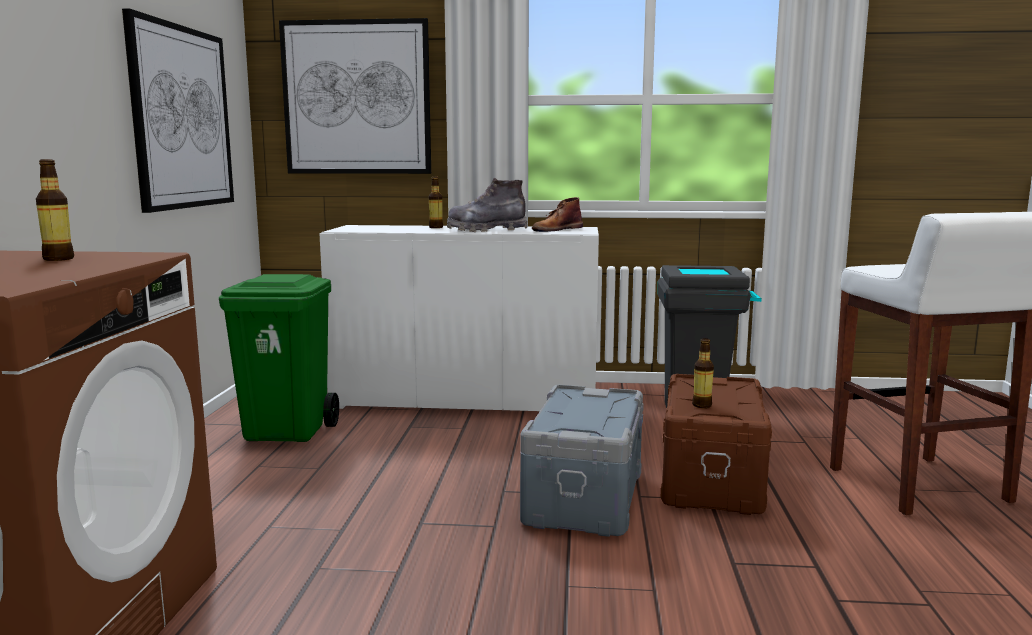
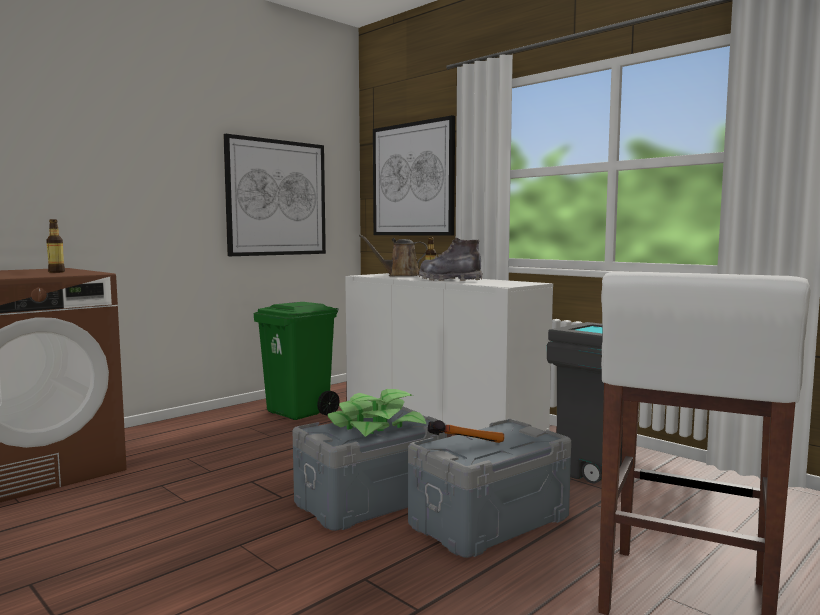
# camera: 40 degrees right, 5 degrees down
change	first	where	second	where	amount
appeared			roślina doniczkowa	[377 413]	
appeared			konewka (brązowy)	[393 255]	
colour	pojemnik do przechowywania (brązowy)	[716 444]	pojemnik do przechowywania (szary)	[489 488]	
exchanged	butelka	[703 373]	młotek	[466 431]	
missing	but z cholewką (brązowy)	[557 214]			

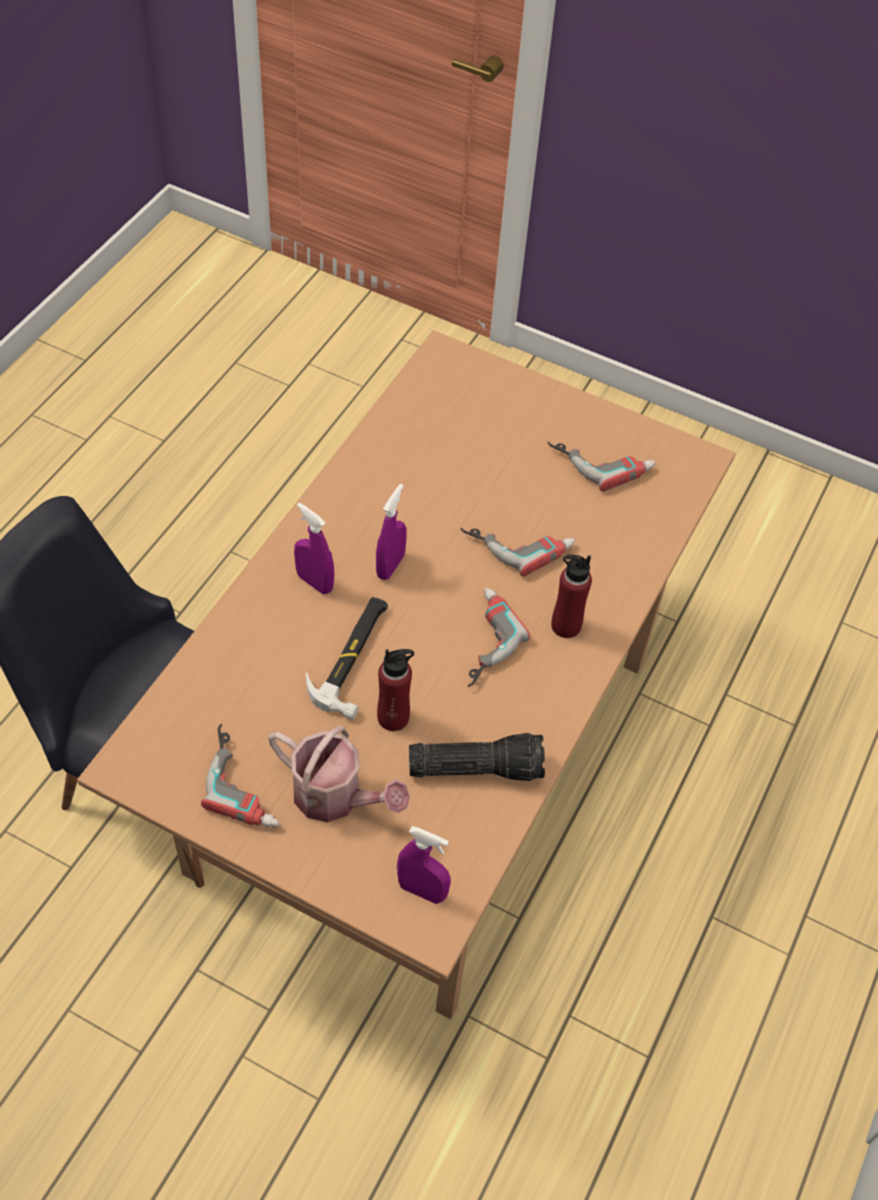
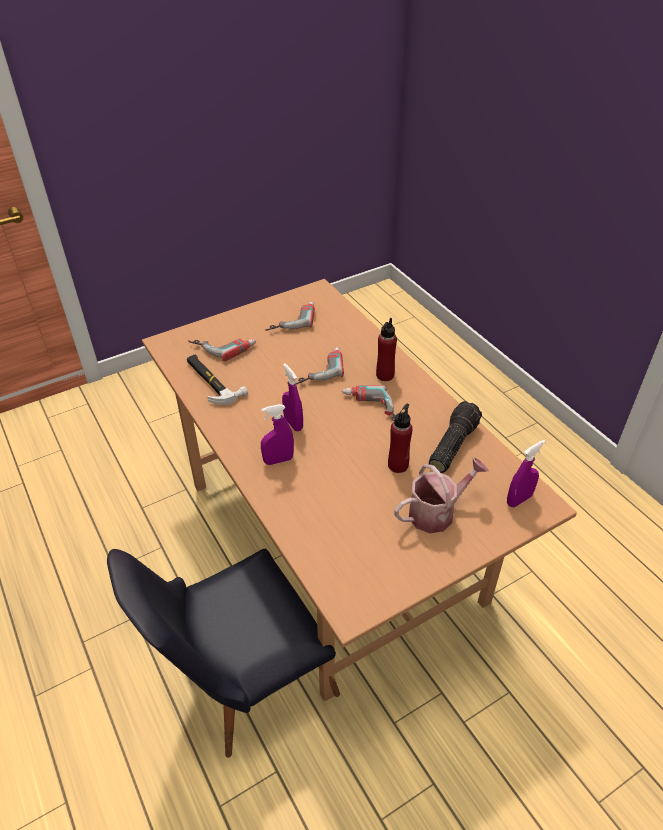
# camera: 55 degrees left, 10 degrees down
change	first	where	second	where	amount
relocated	młotek	[347 658]		[217 379]	
relocated	wiertarka	[240 776]		[222 350]	

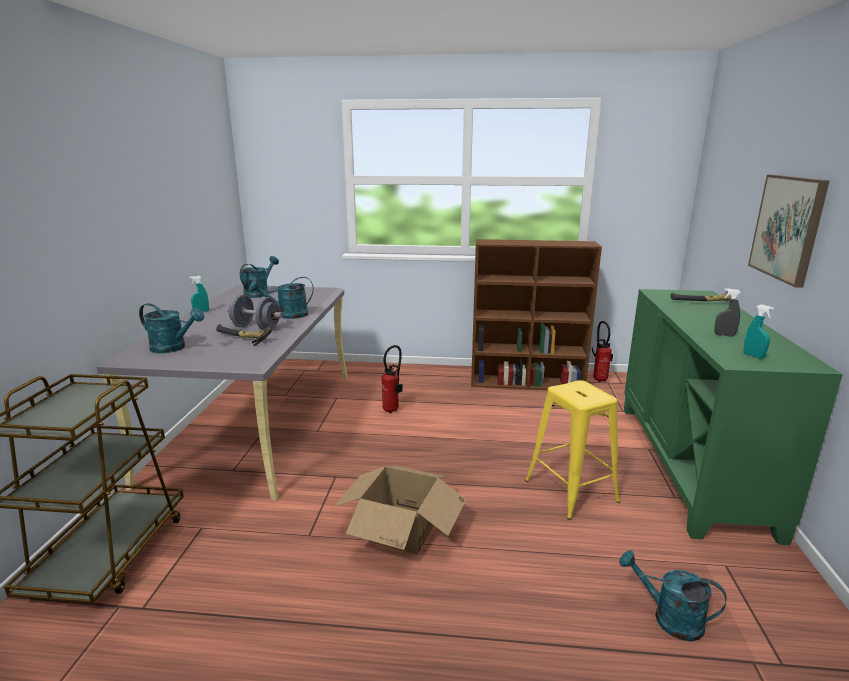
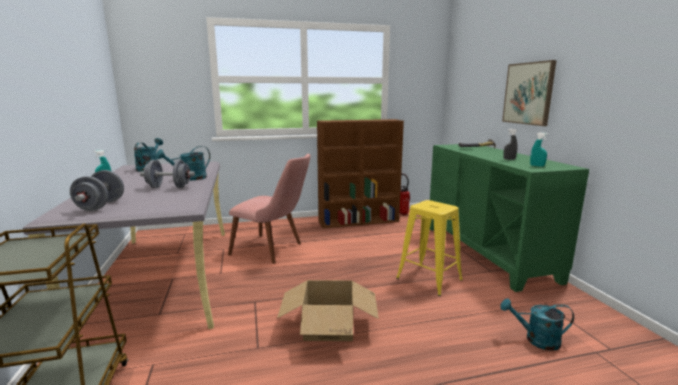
# camera: 20 degrees left, 5 degrees down
change	first	where	second	where	amount
exchanged	konewka (turkusowy)	[171 328]	hantel (szary)	[97 190]	
exchanged	gaśnica	[392 379]	krzesło (różowy)	[269 209]	
missing	młotek	[244 335]			

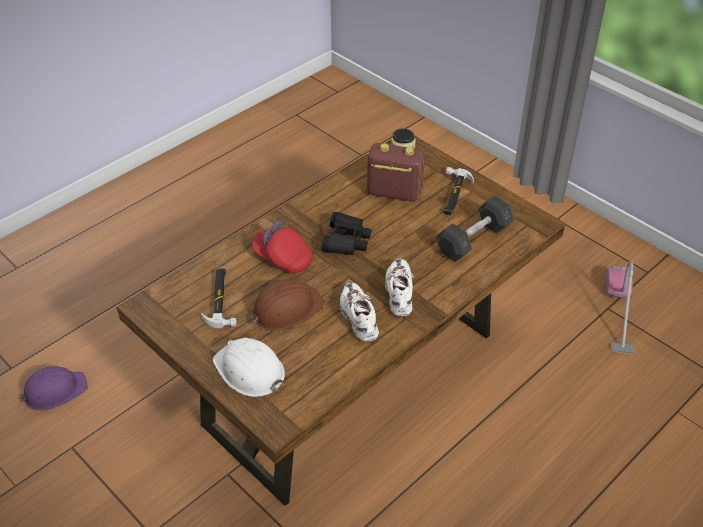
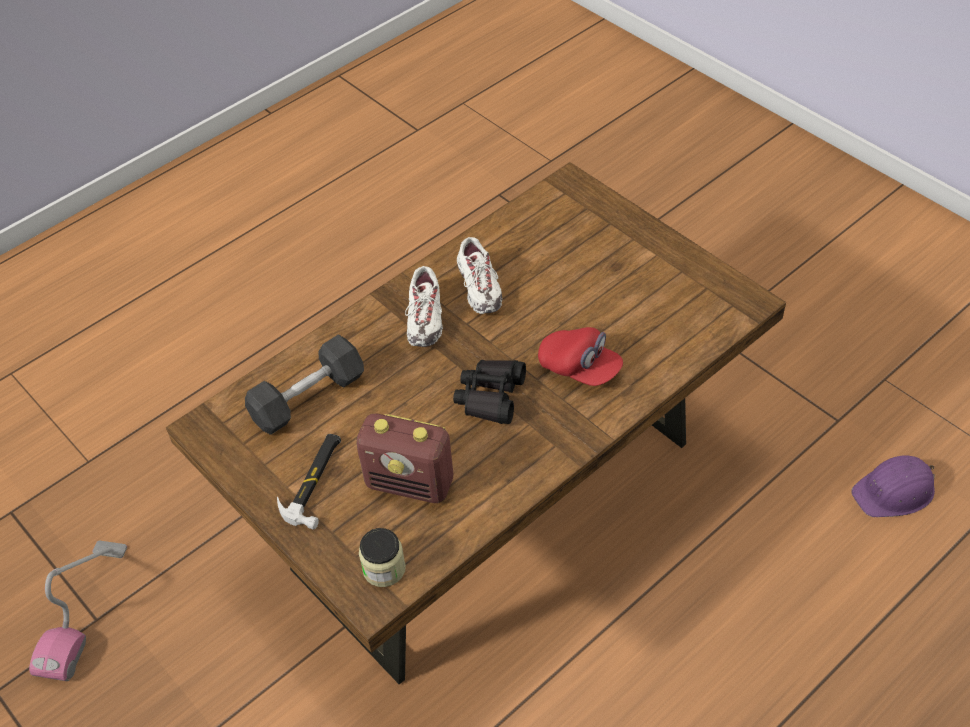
# camera: 175 degrees left, 5 degrees up
change	first	where	second	where	amount
missing	młotek	[219 298]			
missing	kask (biały)	[249 367]			
missing	kask (brązowy)	[287 305]			

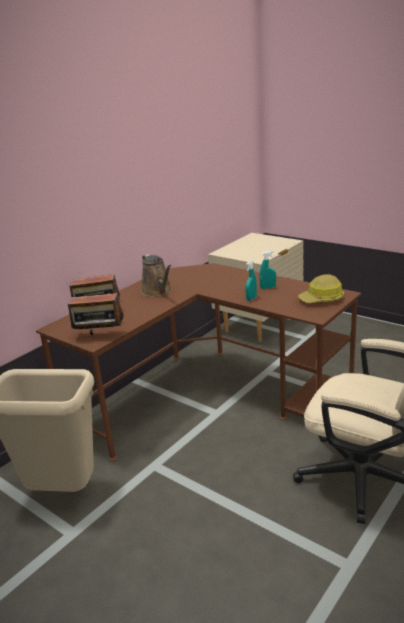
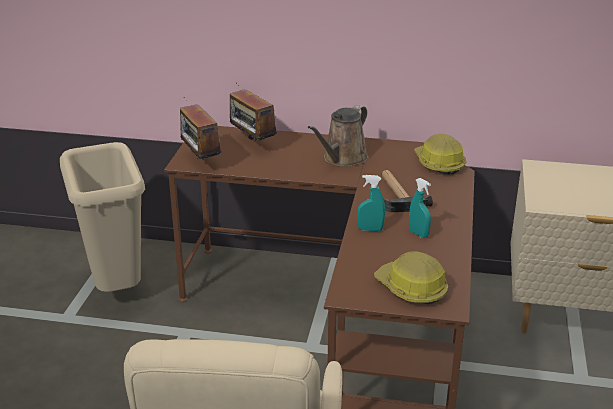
# camera: 60 degrees right, 5 degrees up
change	first	where	second	where	amount
appeared			młotek	[407 191]	
appeared			kask	[440 154]	

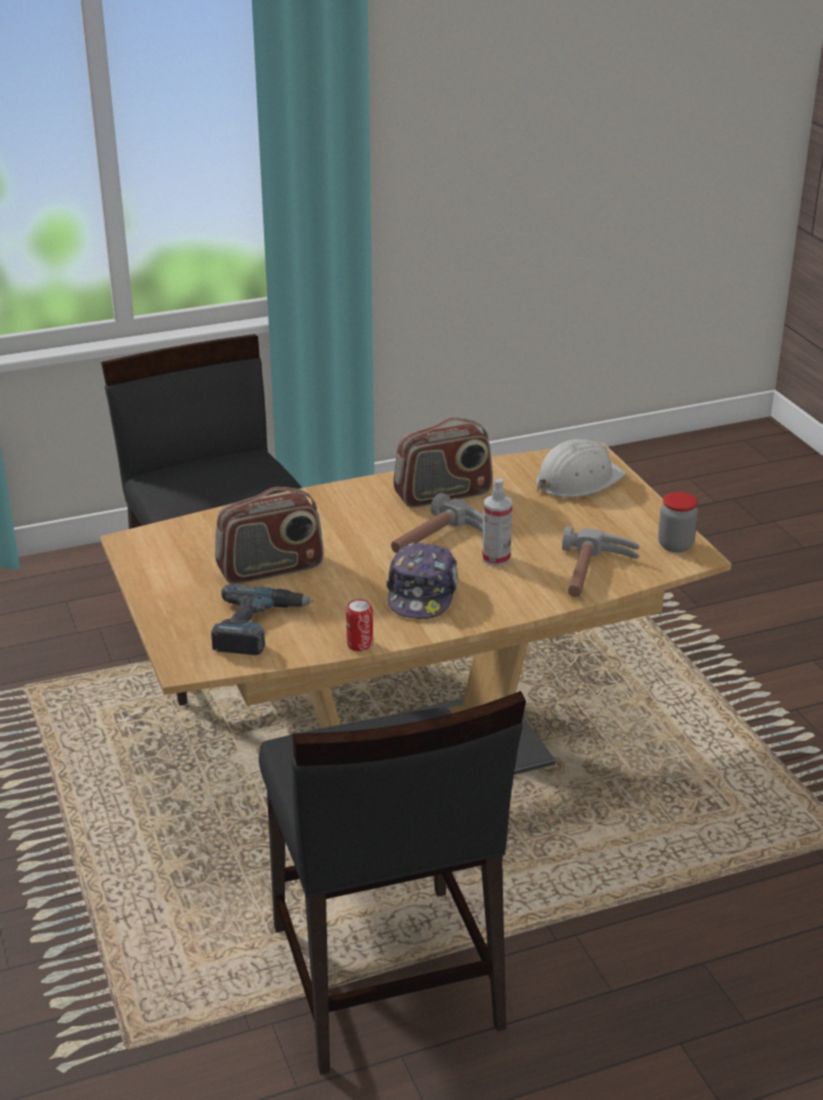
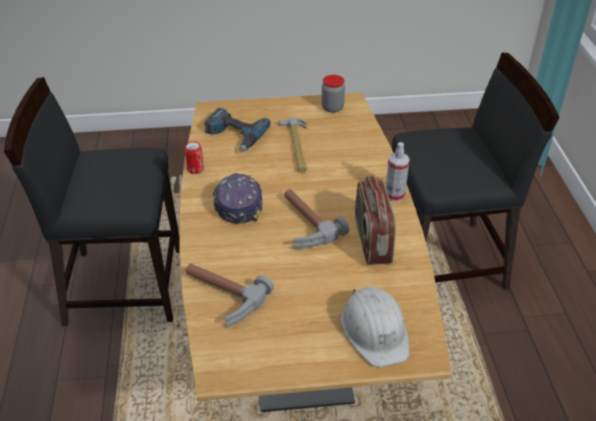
# camera: 105 degrees right, 10 degrees up
change	first	where	second	where	amount
spun	czapka z daszkiem	[422 580]		[238 198]	60 degrees clockwise
exchanged	radio	[269 535]	młotek	[293 145]	
relocated	słoik	[678 522]		[333 94]	
relocated	spryskiwacz	[497 522]		[398 172]	

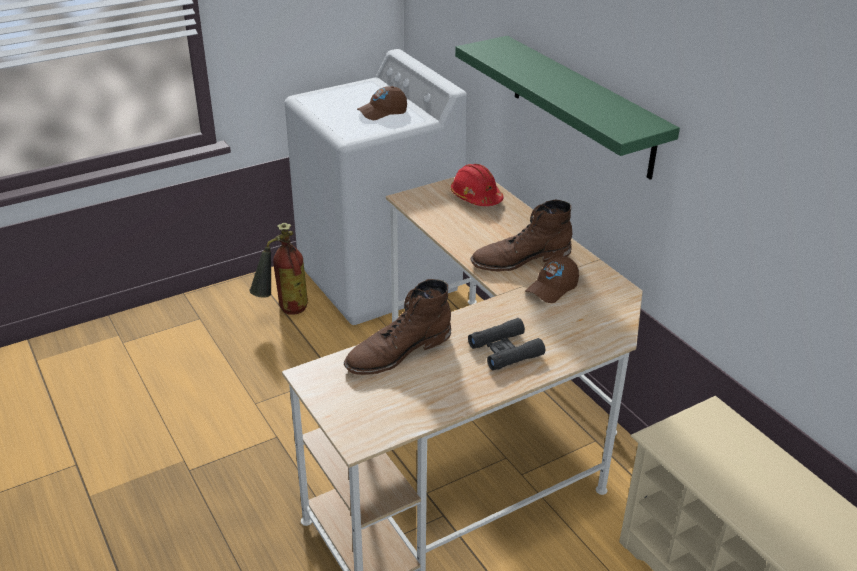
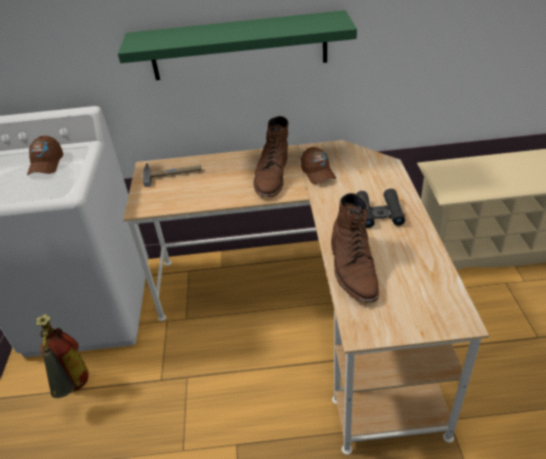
# camera: 60 degrees left, 5 degrees up
change	first	where	second	where	amount
exchanged	kask (czerwony)	[477 185]	młotek	[172 175]	

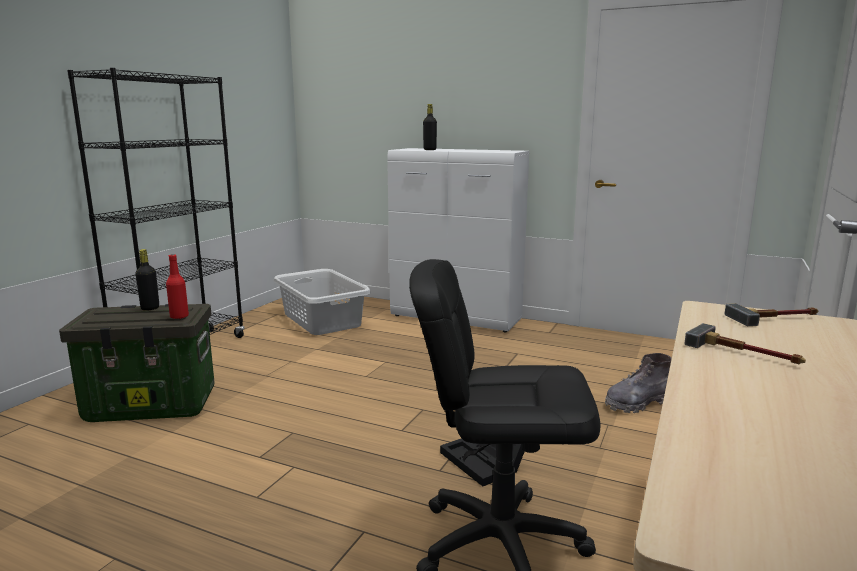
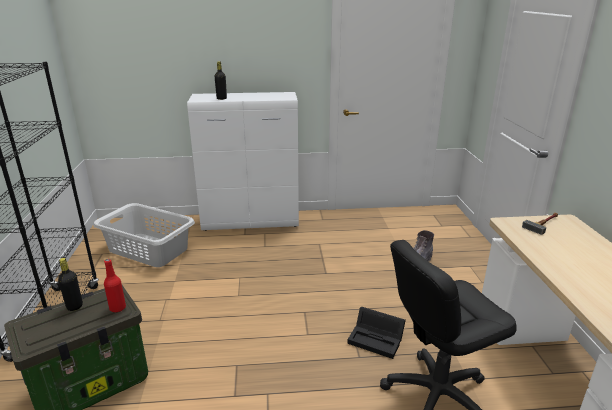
# camera: 30 degrees left, 10 degrees up
change	first	where	second	where	amount
missing	młotek	[745 343]			

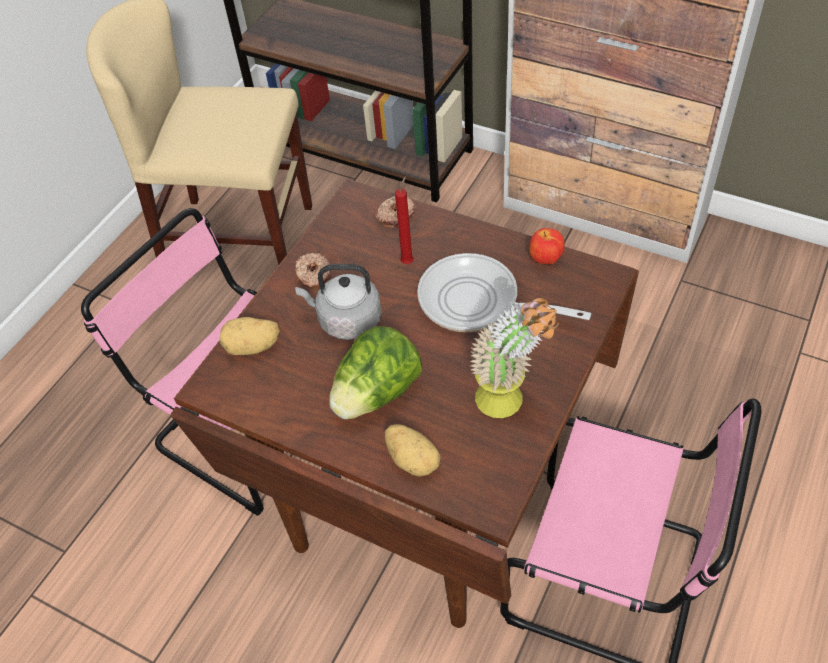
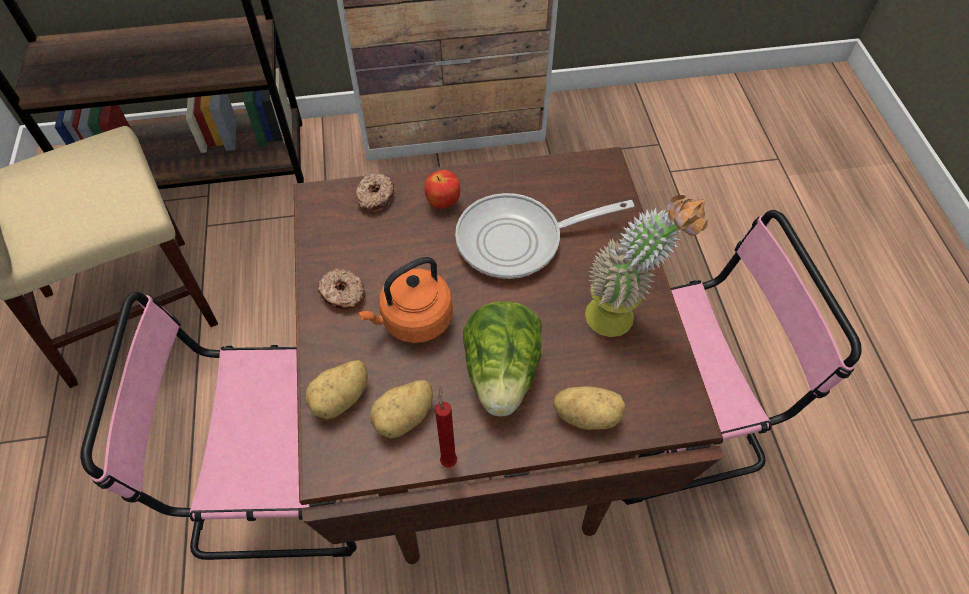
# camera: 40 degrees left, 5 degrees up
change	first	where	second	where	amount
colour	czajnik (szary)	[338 302]	czajnik (pomarańczowy)	[405 300]	
appeared			ziemniak	[401 409]	
relocated	jabłko	[547 246]		[442 189]	
relocated	świeca (czerwony)	[404 220]		[446 427]	

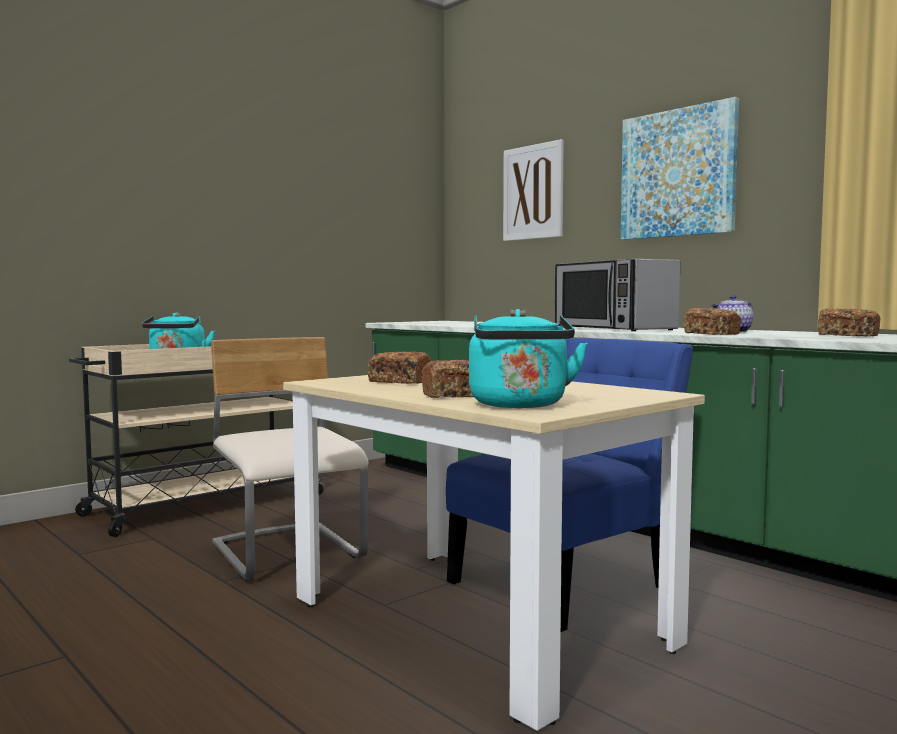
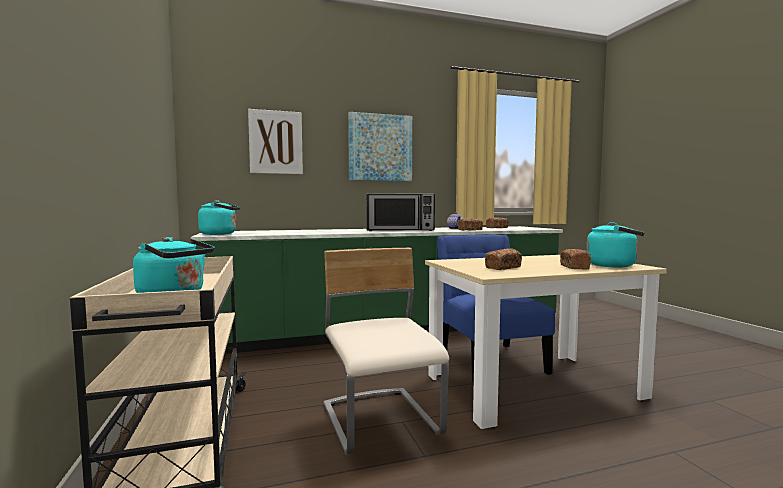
# camera: 65 degrees left, 0 degrees up
change	first	where	second	where	amount
appeared			czajnik (turkusowy)	[219 217]	
spun	krzesło (beżowy)	[290 458]		[386 351]	75 degrees clockwise

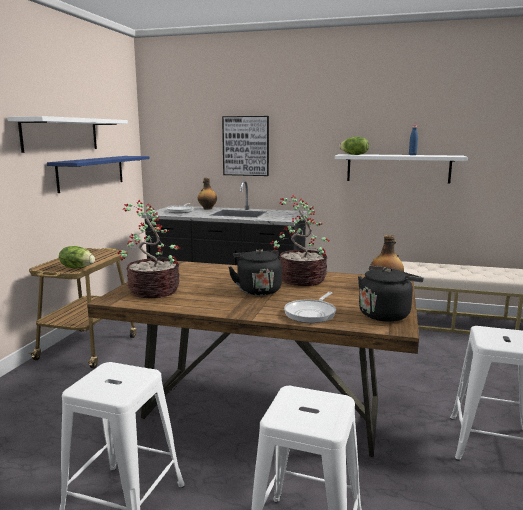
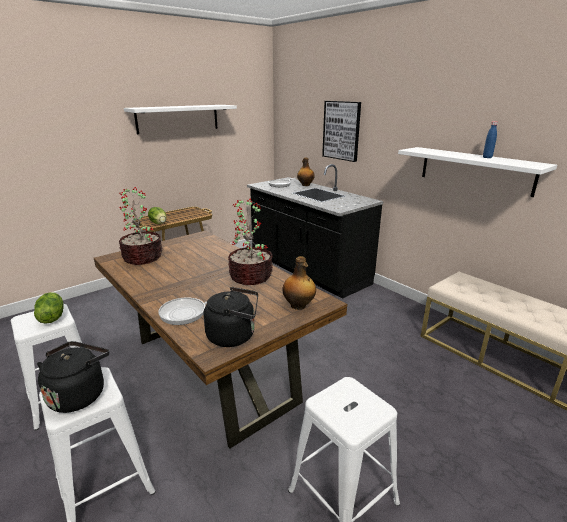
# camera: 35 degrees right, 10 degrees up
change	first	where	second	where	amount
relocated	sałata	[354 146]		[49 308]	
relocated	czajnik (czarny)	[255 272]		[73 377]	
missing	półka (niebieski)	[98 174]			

